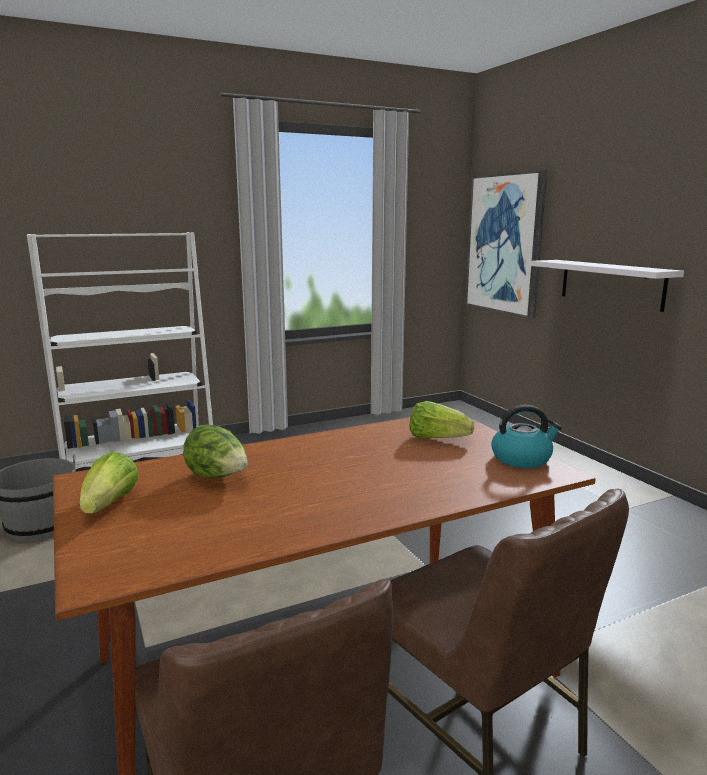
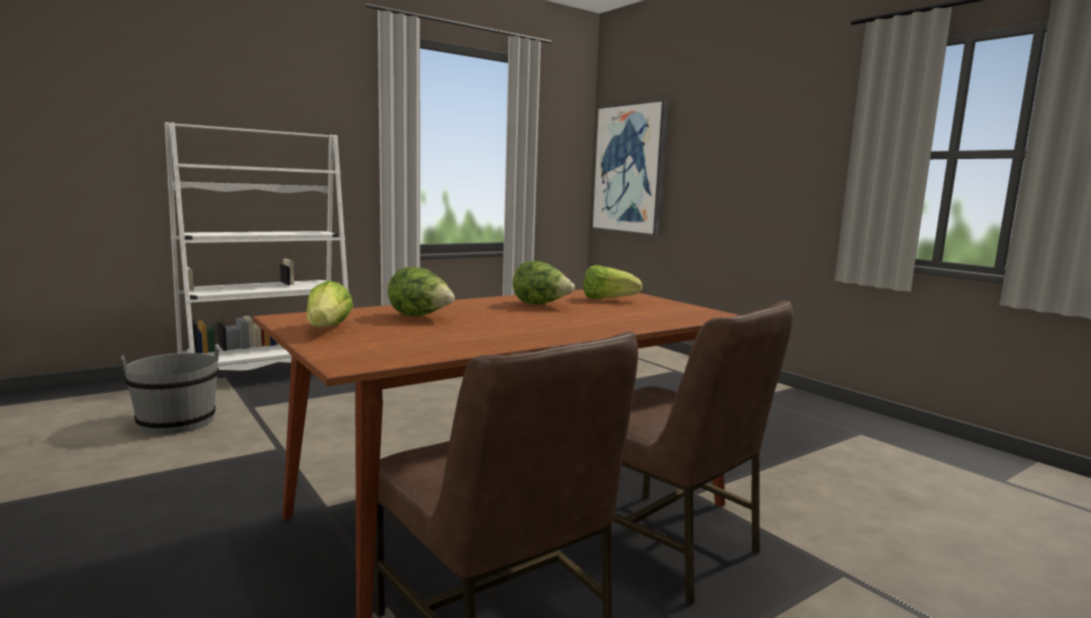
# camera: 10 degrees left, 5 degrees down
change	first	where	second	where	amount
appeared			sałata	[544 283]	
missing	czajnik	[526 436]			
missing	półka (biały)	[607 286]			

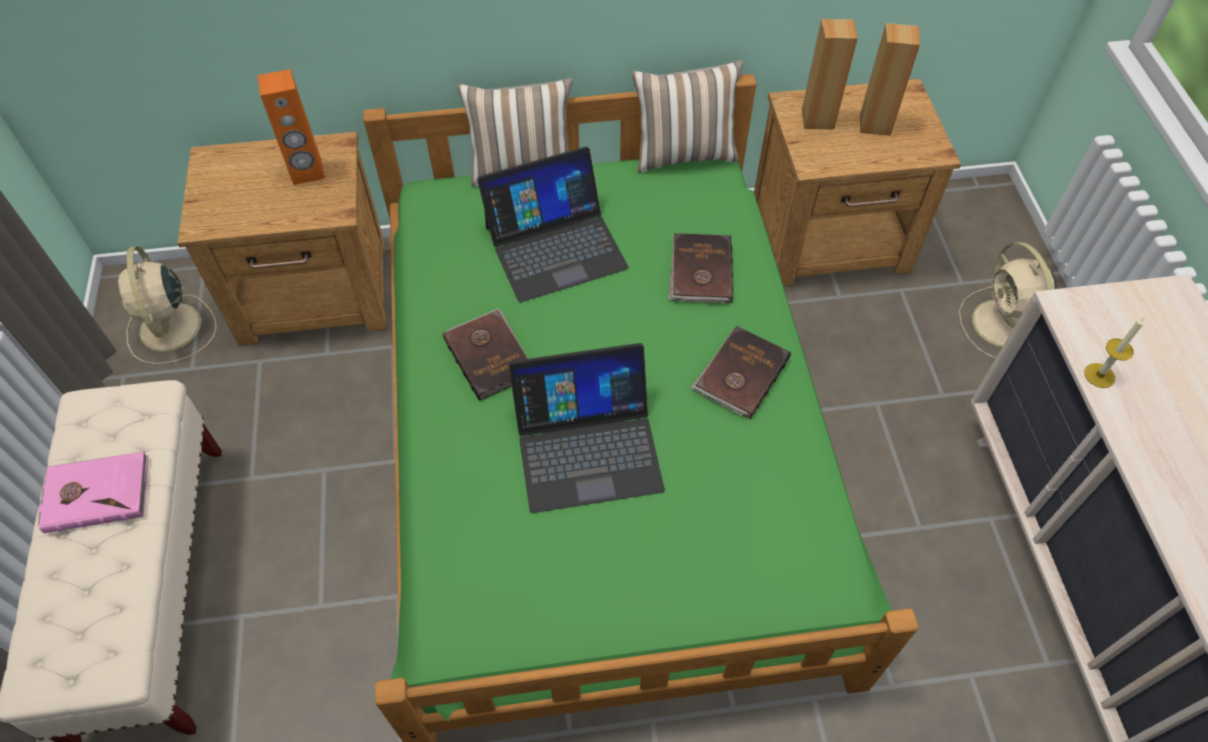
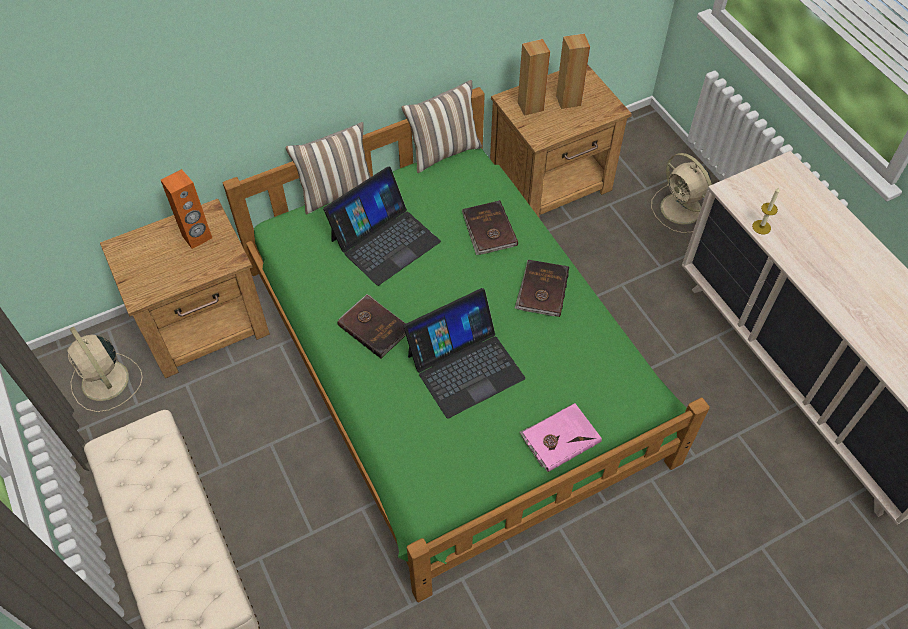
# camera: 20 degrees left, 0 degrees up
change	first	where	second	where	amount
relocated	książka (różowy)	[93 492]		[560 437]	

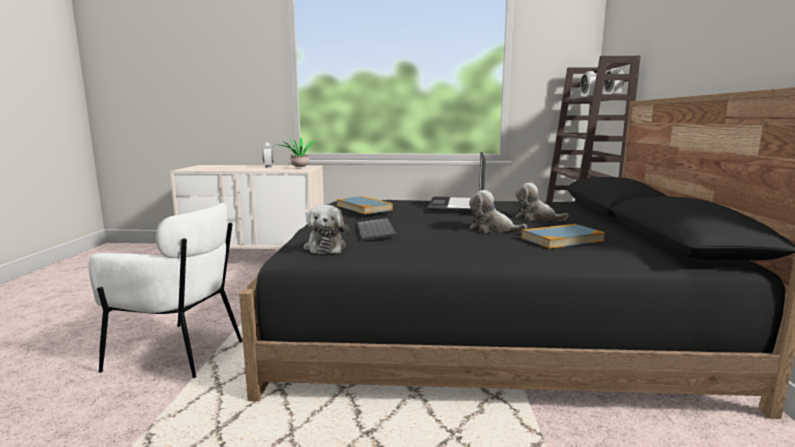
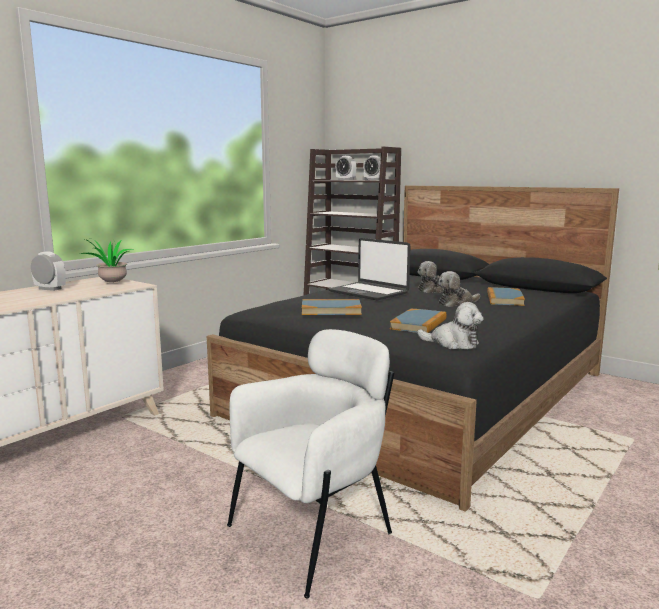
# camera: 55 degrees left, 0 degrees up
change	first	where	second	where	amount
exchanged	klawiatura	[377 229]	książka	[418 321]	

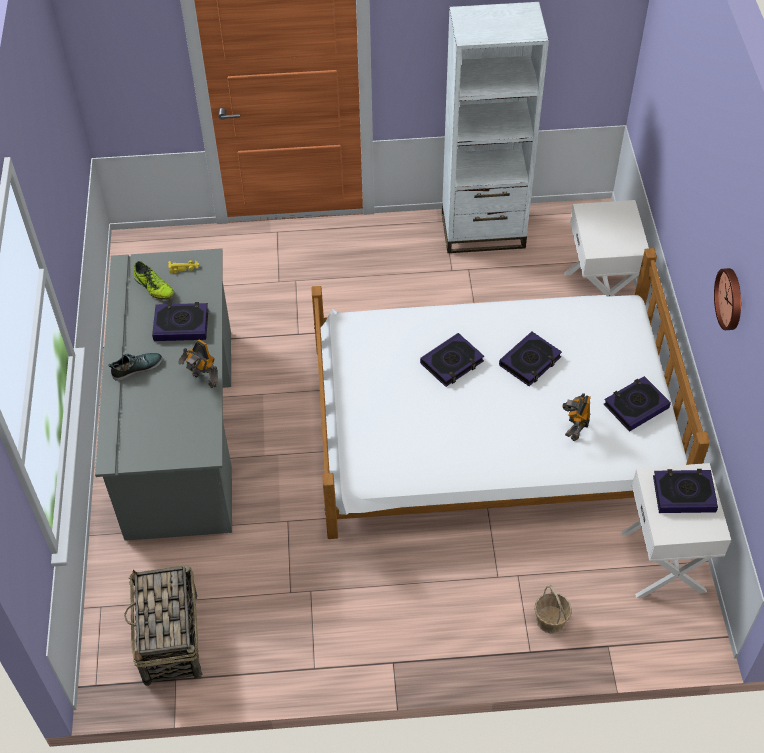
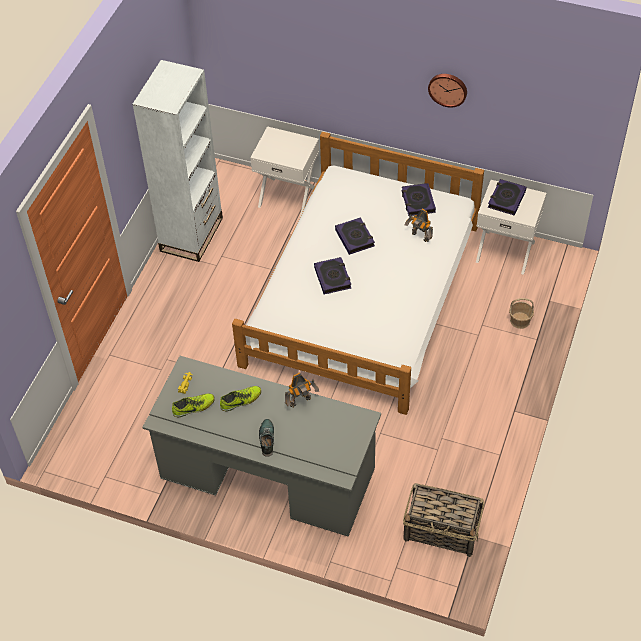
# camera: 65 degrees left, 0 degrees up
change	first	where	second	where	amount
exchanged	książka	[180 321]	but	[240 398]	

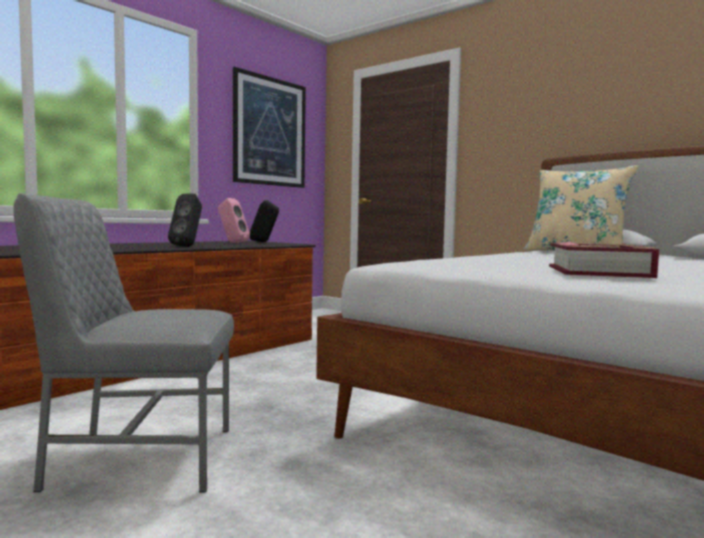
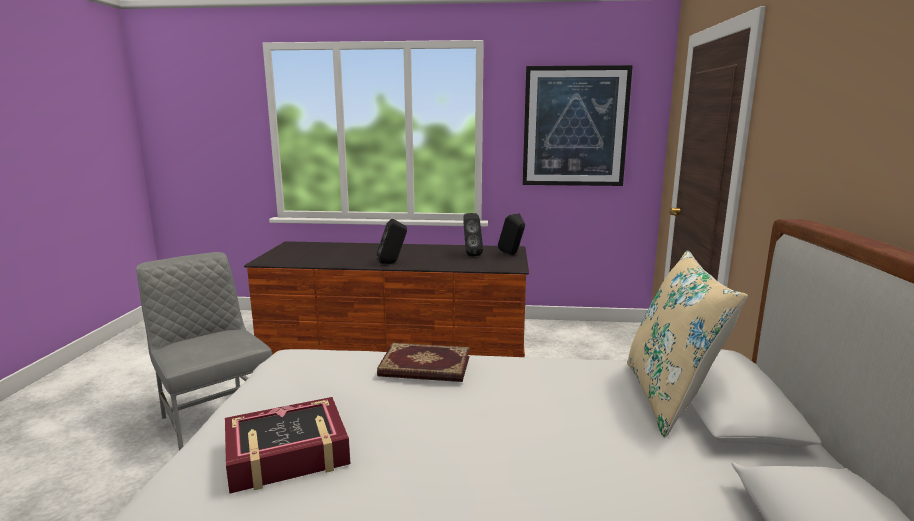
# camera: 55 degrees right, 10 degrees up
change	first	where	second	where	amount
appeared			książka	[423 362]	
colour	głośnik (różowy)	[234 220]	głośnik (czarny)	[473 234]	

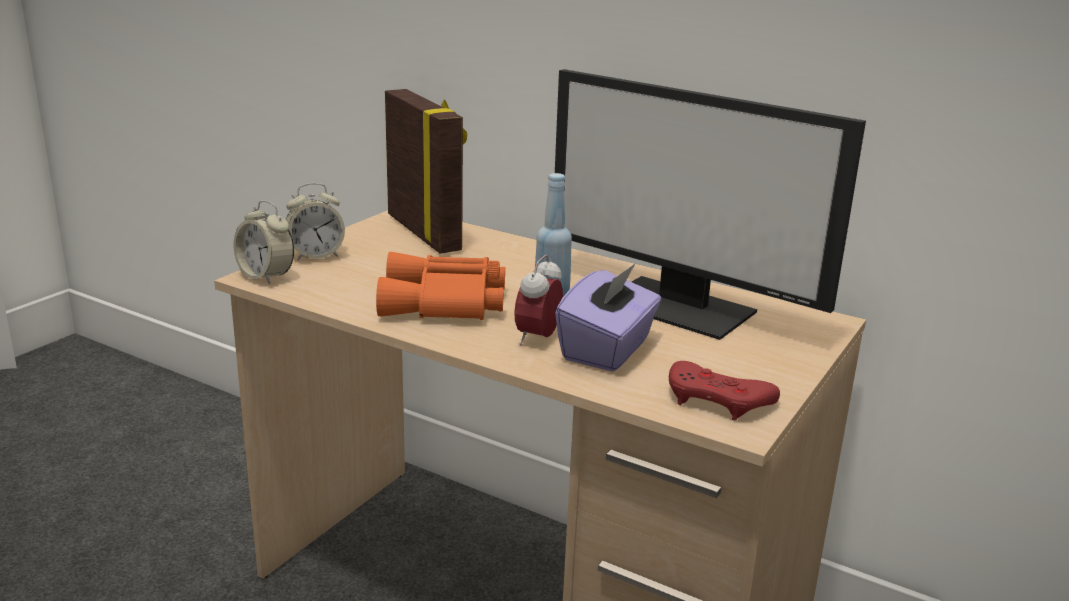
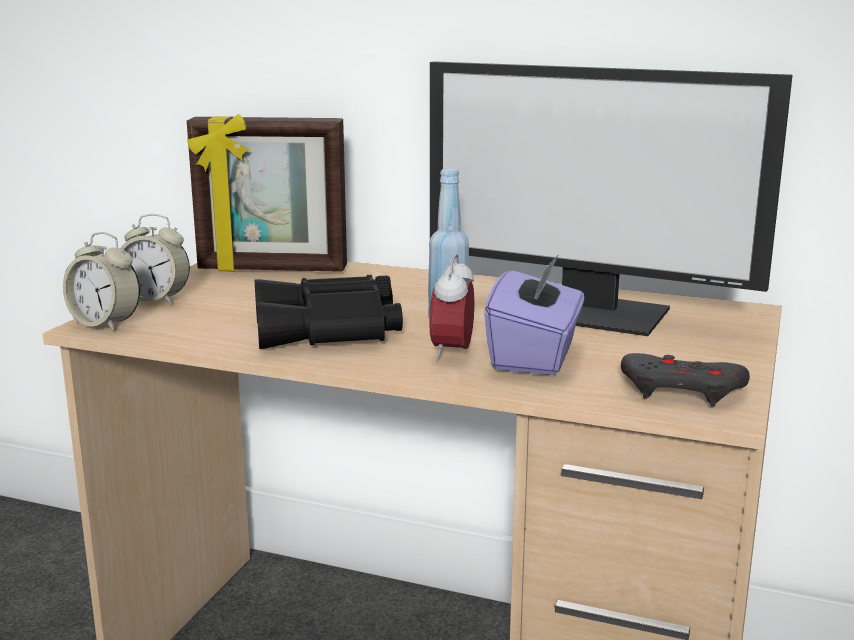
# camera: 10 degrees left, 5 degrees down
change	first	where	second	where	amount
spun	budzik	[315 222]		[155 259]	45 degrees clockwise
spun	ramka na zdjęcie	[426 171]		[267 193]	135 degrees clockwise
colour	lornetka (pomarańczowy)	[440 286]	lornetka (czarny)	[329 312]	
colour	pad do gier (czerwony)	[724 391]	pad do gier (szary)	[685 380]	

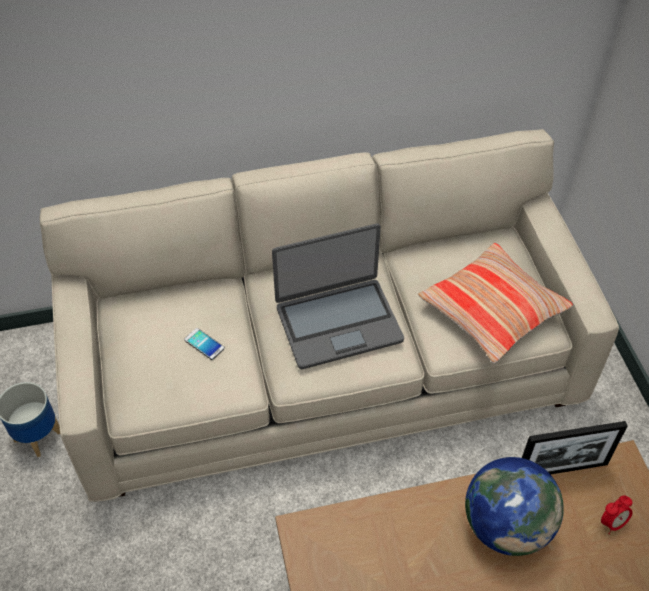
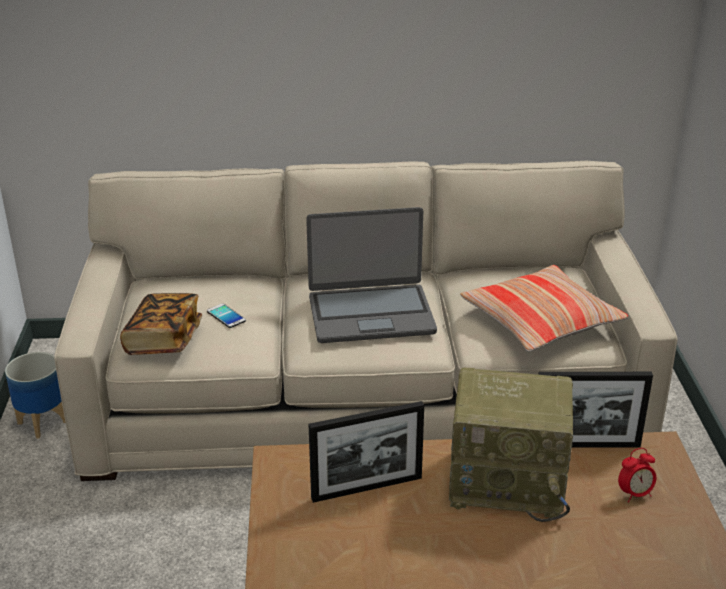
# camera: 10 degrees right, 20 degrees down
change	first	where	second	where	amount
appeared			książka	[161 324]	
appeared			ramka na zdjęcie	[366 452]	
exchanged	globus	[514 506]	radio	[511 445]	

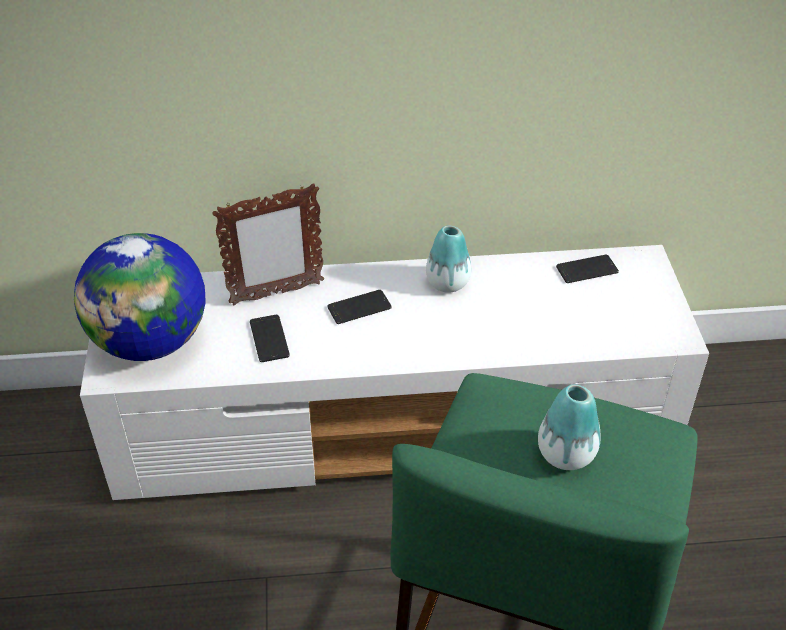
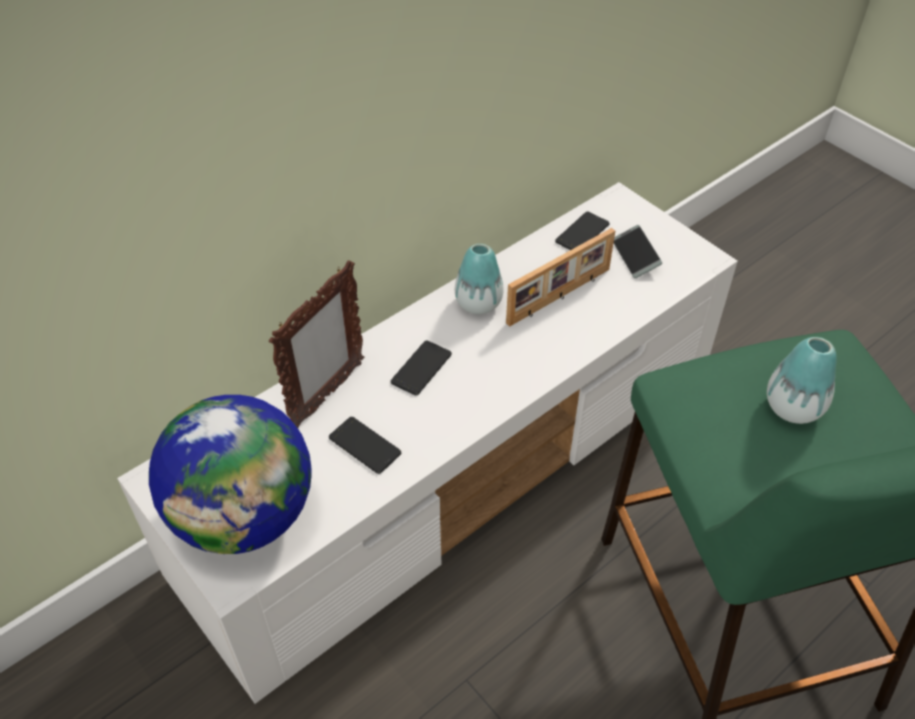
# camera: 35 degrees left, 5 degrees up
change	first	where	second	where	amount
appeared			ramka na zdjęcie	[560 277]	
appeared			telefon	[638 251]	

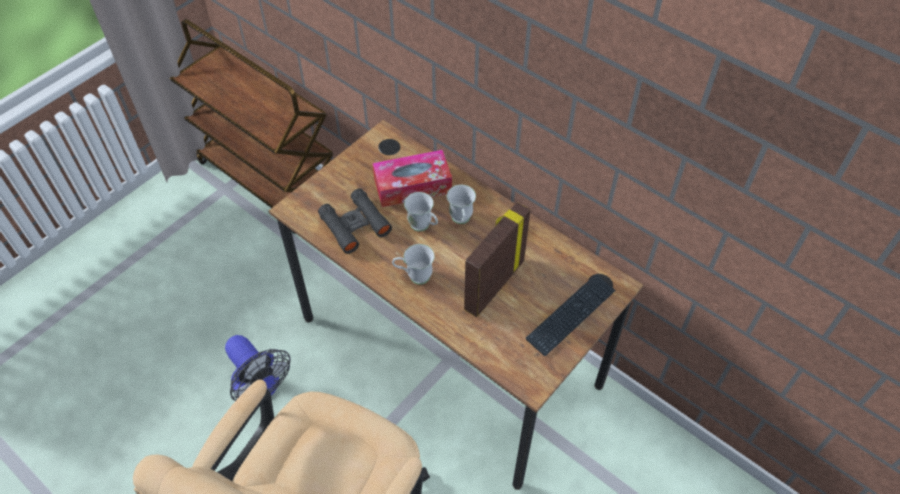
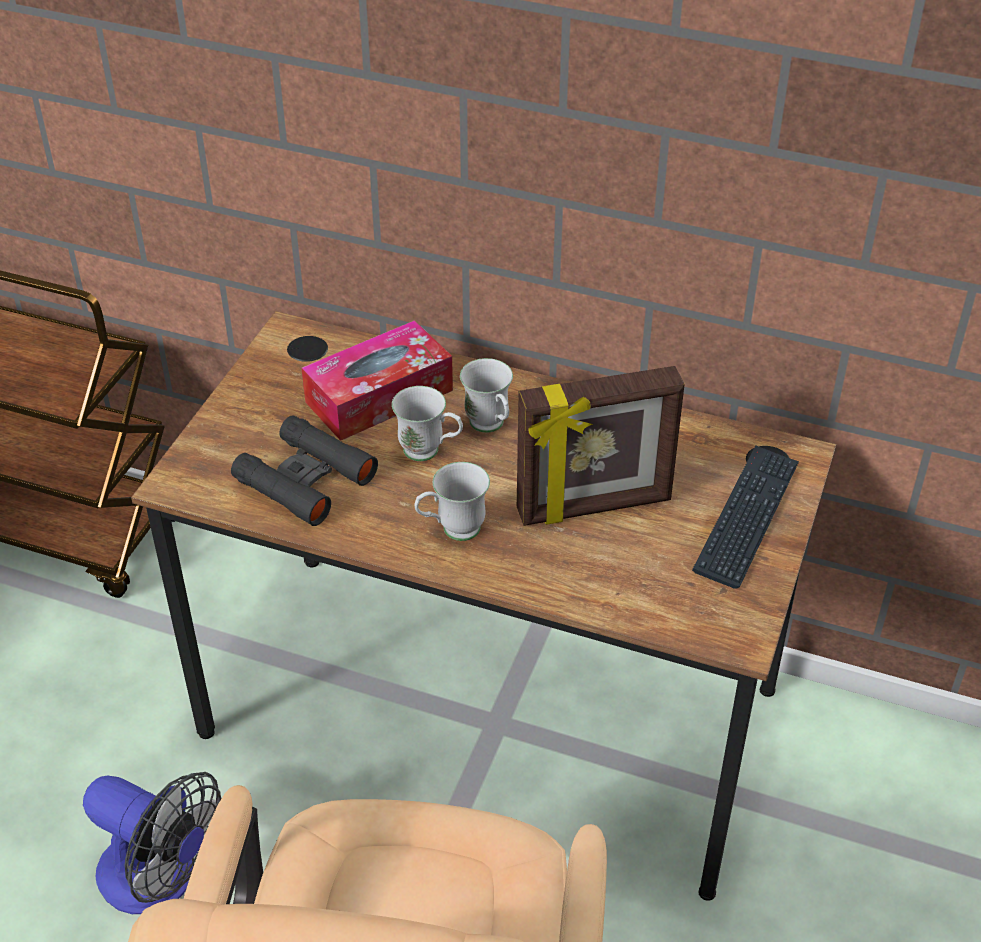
# camera: 20 degrees left, 10 degrees down
change	first	where	second	where	amount
spun	ramka na zdjęcie	[497 259]		[601 446]	120 degrees counterclockwise

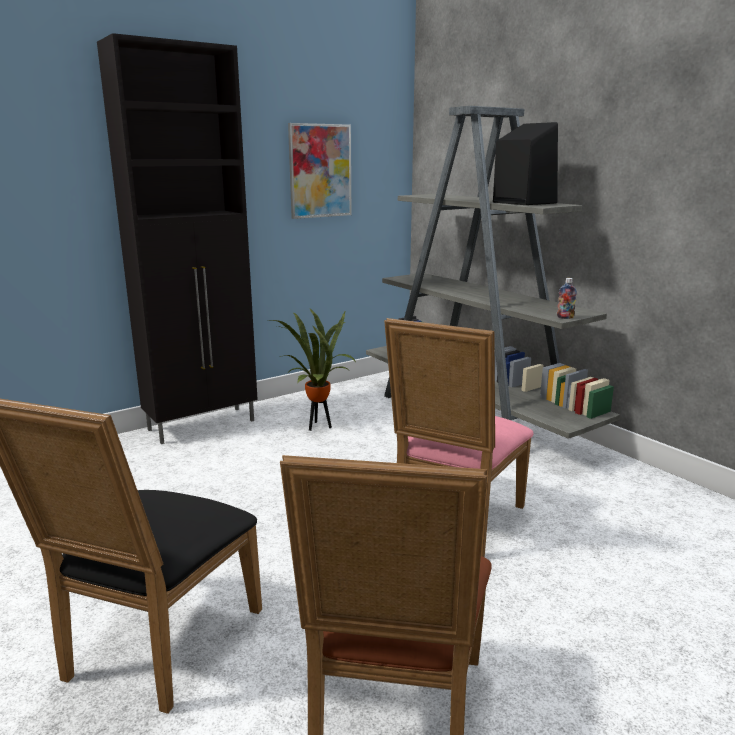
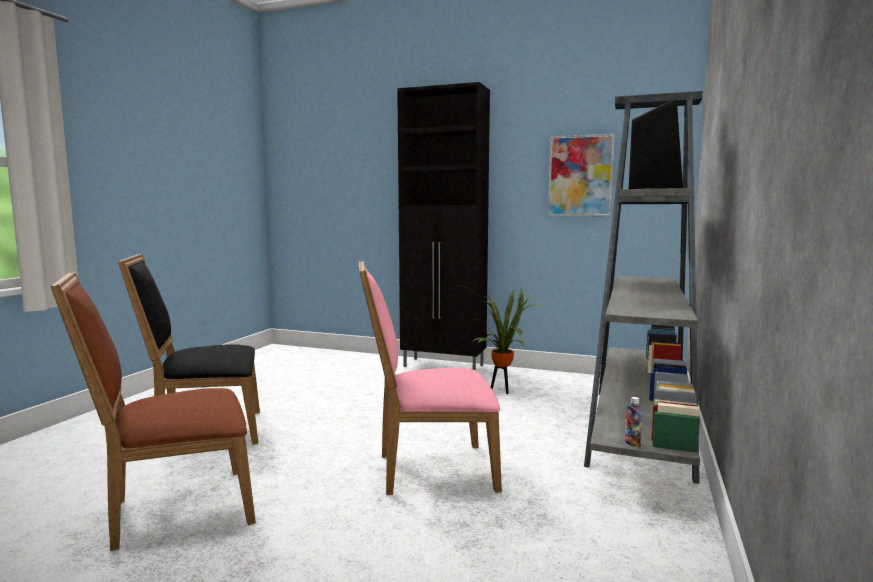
# camera: 55 degrees right, 10 degrees down
change	first	where	second	where	amount
relocated	butelka	[567 298]		[633 422]	

